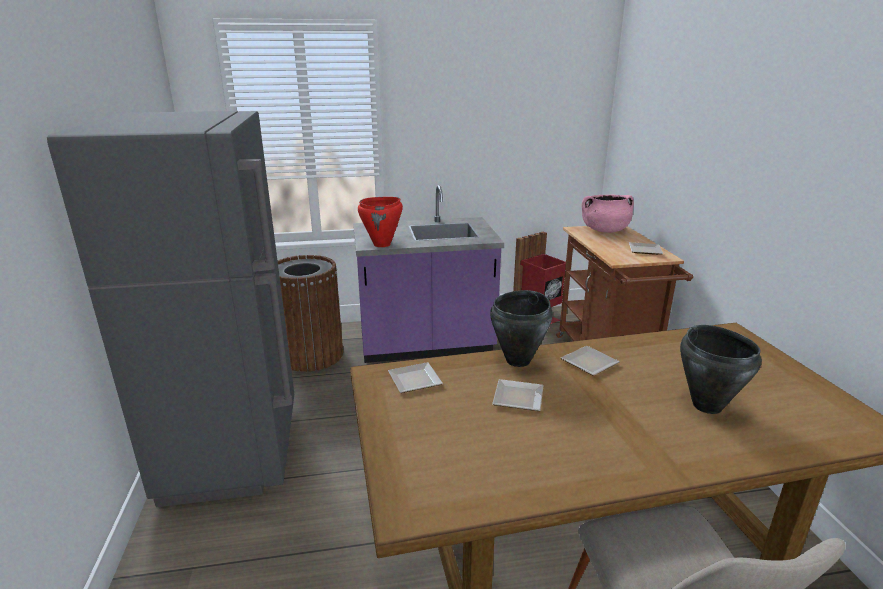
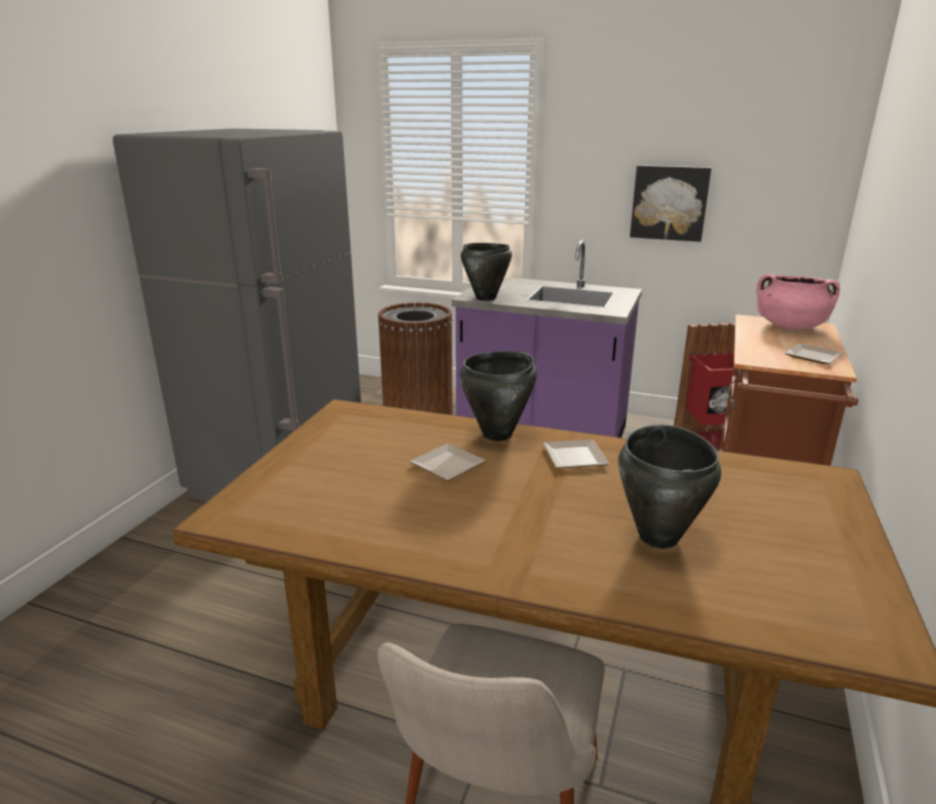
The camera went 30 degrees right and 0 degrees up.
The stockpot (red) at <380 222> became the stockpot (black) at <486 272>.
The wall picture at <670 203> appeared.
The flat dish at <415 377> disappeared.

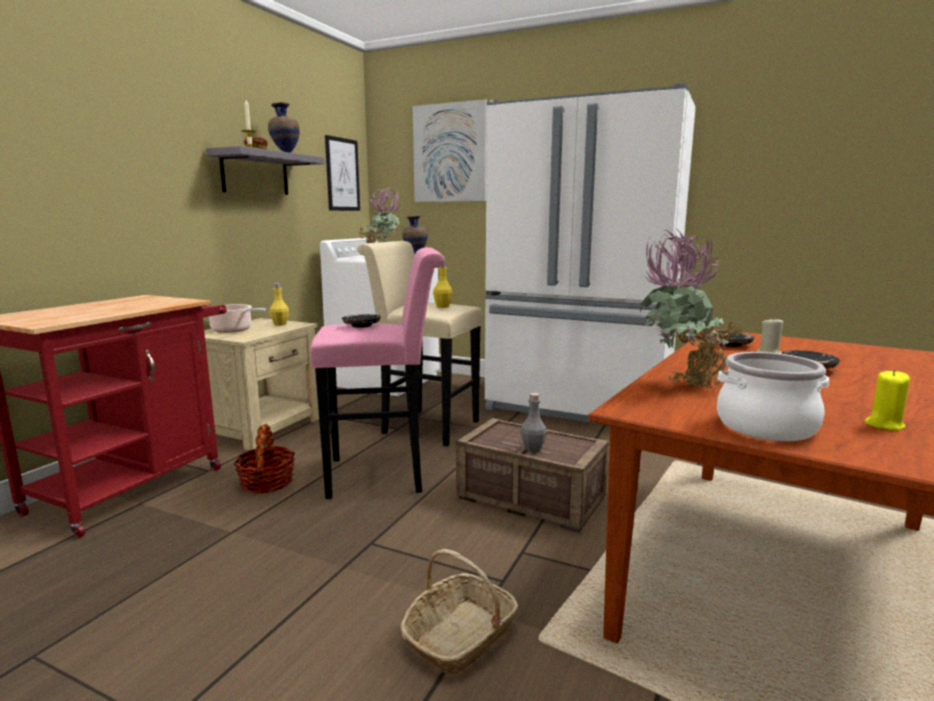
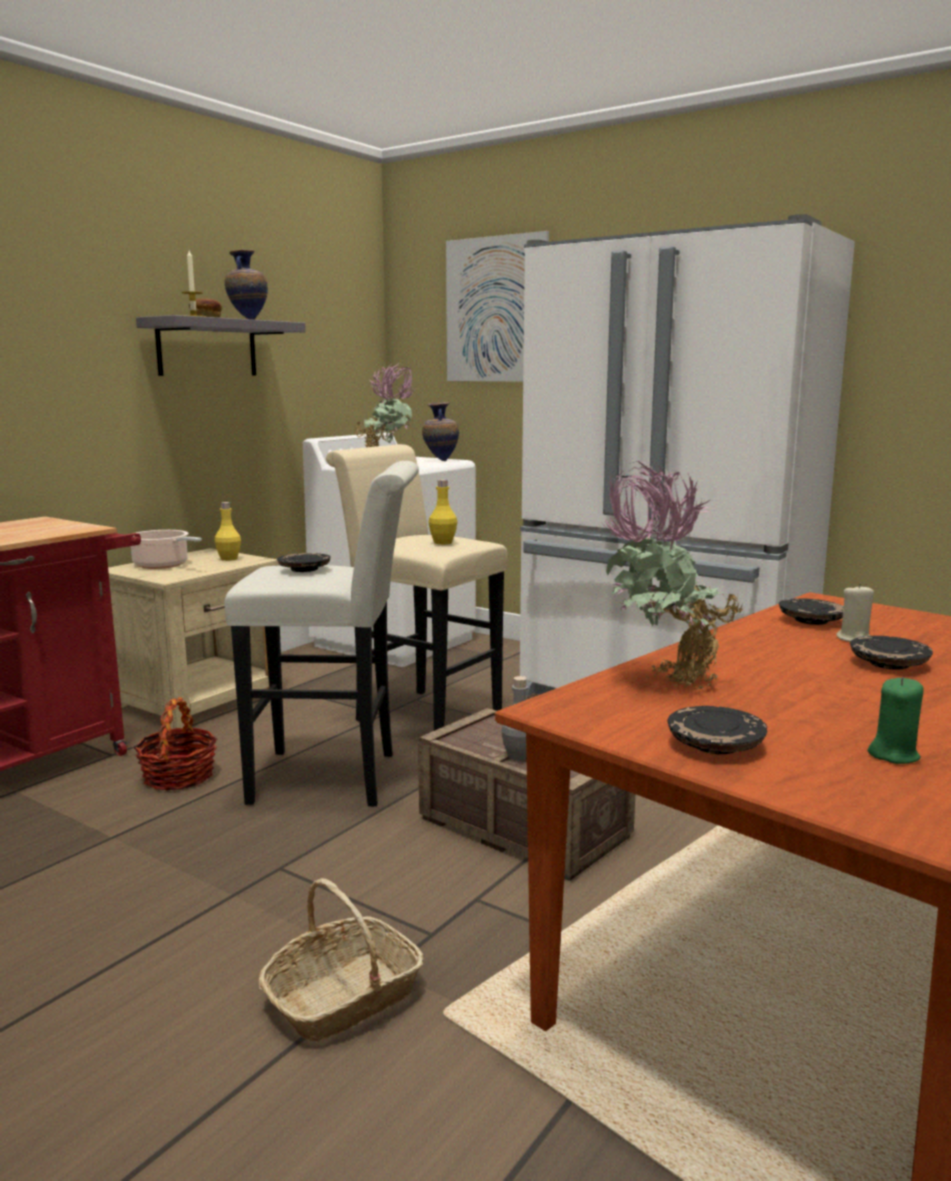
The camera went 10 degrees right and 0 degrees up.
The stool seat (pinkish) at <377 373> became the stool seat (white) at <321 634>.
The stockpot at <773 396> was replaced by the flat dish (black) at <717 730>.
The wax candle (yellowish) at <887 400> became the wax candle (green-coloured) at <895 720>.
The wall picture at <342 173> disappeared.

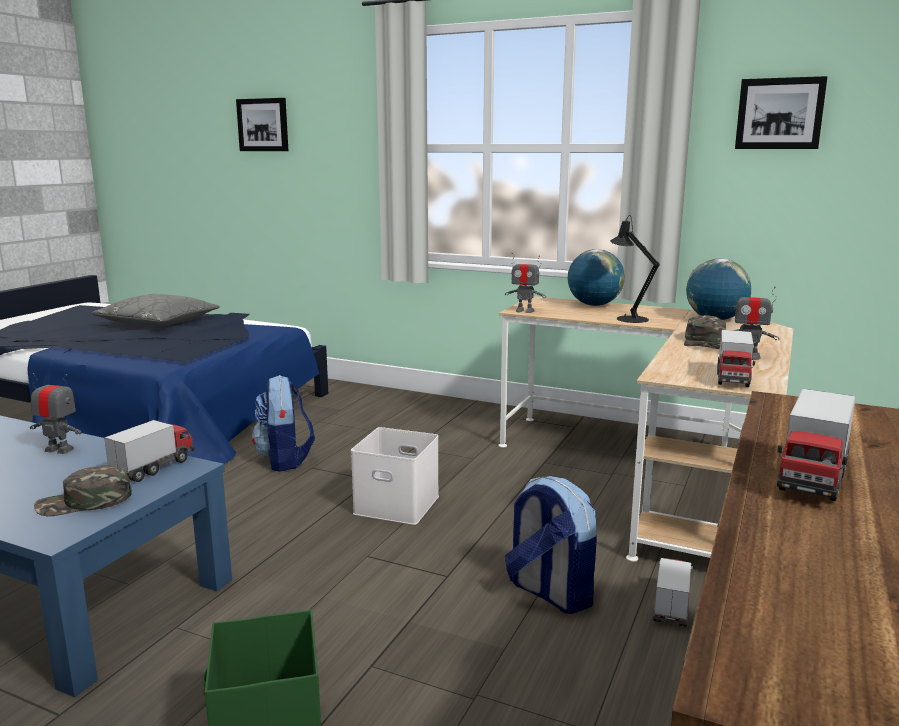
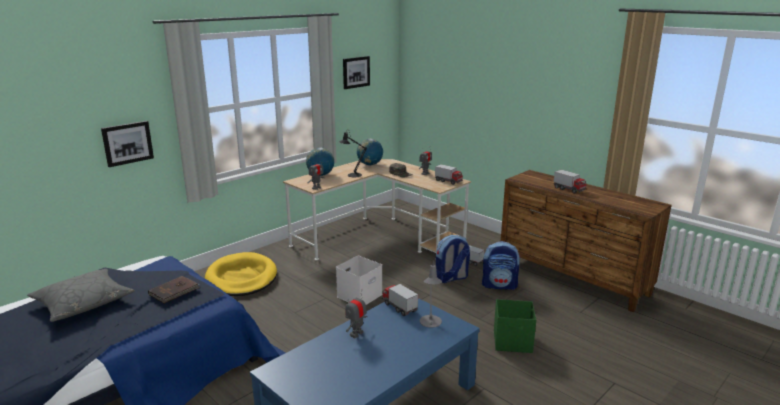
The camera went 70 degrees left and 5 degrees up.
The wall picture moved from <262 124> to <127 144>.
The volume (brownish) at <174 290> appeared.
The pet bed (yellowish) at <241 274> appeared.
The baseball cap (green-coloured) at <83 490> was replaced by the tabletop lamp (grey) at <431 296>.
The knapsack moved from <283 423> to <501 265>.

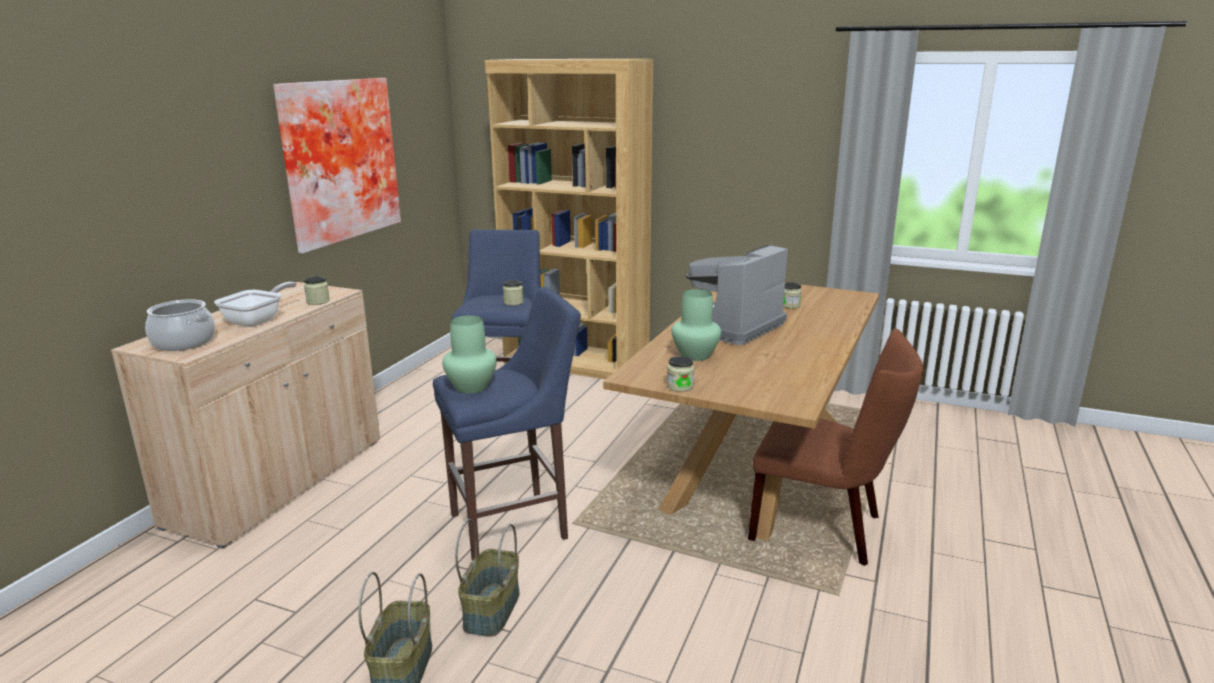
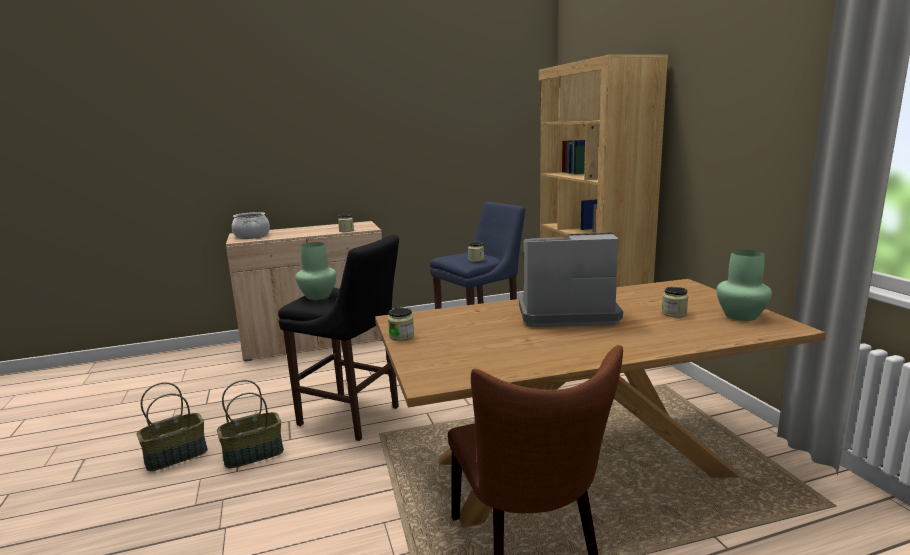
The camera went 50 degrees right and 5 degrees down.
The stool seat (blue-coloured) at <507 423> became the stool seat (black) at <338 338>.
The flower vase (green-coloured) moved from <696 325> to <744 285>.
The skillet at <255 304> disappeared.
The wall picture at <337 165> disappeared.

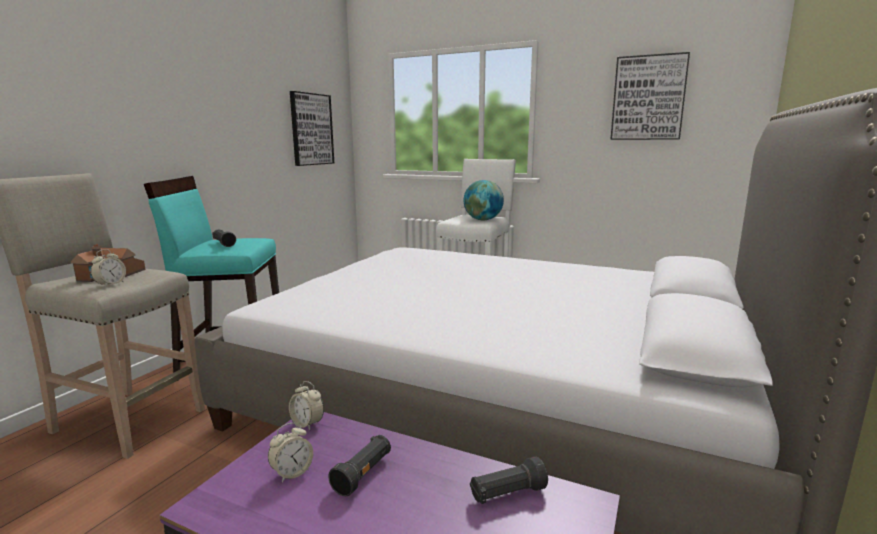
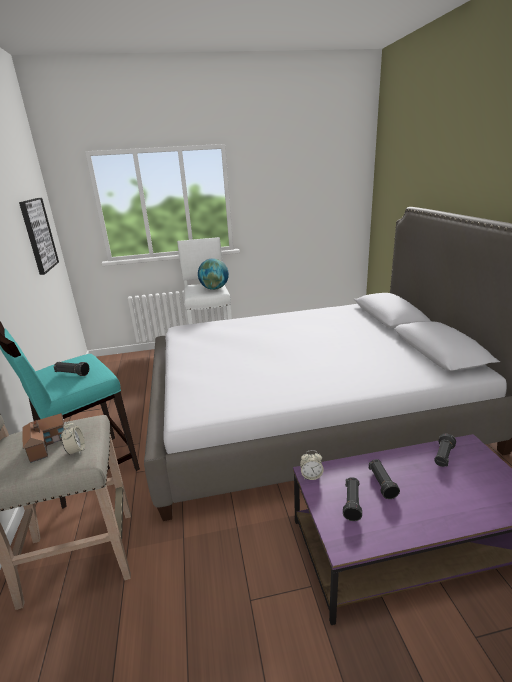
The camera went 35 degrees left and 10 degrees up.
The alarm clock at <290 452> was replaced by the torch (black) at <352 499>.
The wall picture at <650 96> disappeared.

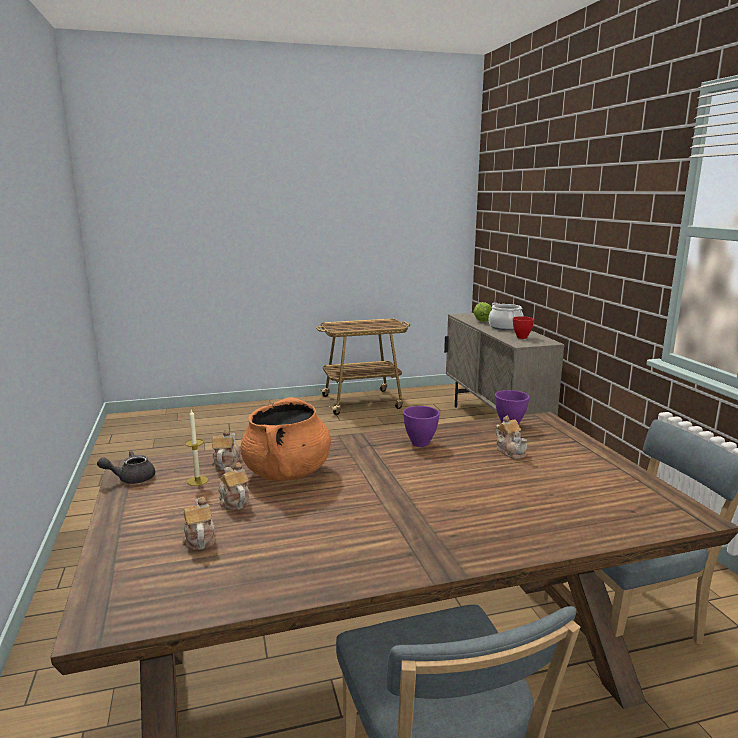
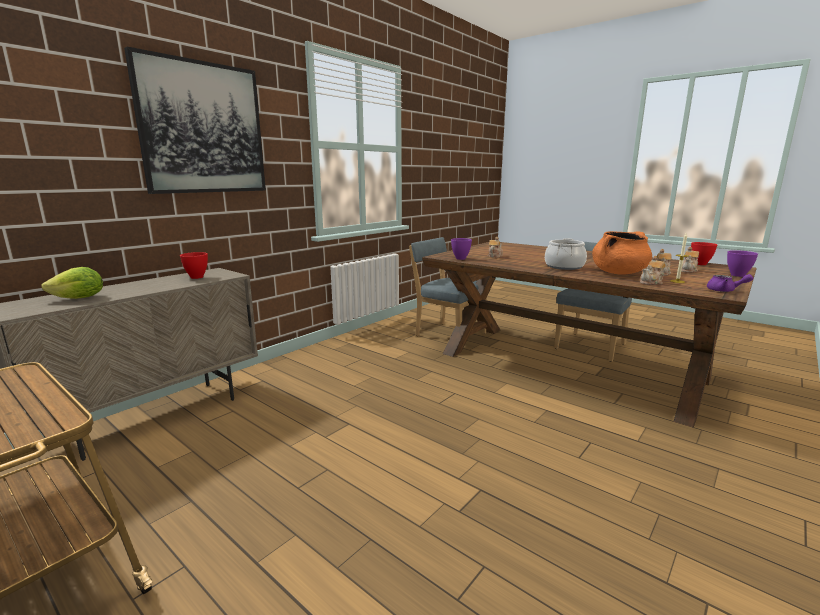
The camera went 125 degrees left and 0 degrees up.
The wall picture at <195 120> appeared.
The stockpot moved from <506 316> to <566 254>.
The deep dish (red) at <704 253> appeared.
The tea pot (grey) at <126 467> became the tea pot (purple-coloured) at <730 283>.
The deep dish (purple-coloured) moved from <421 426> to <742 263>.

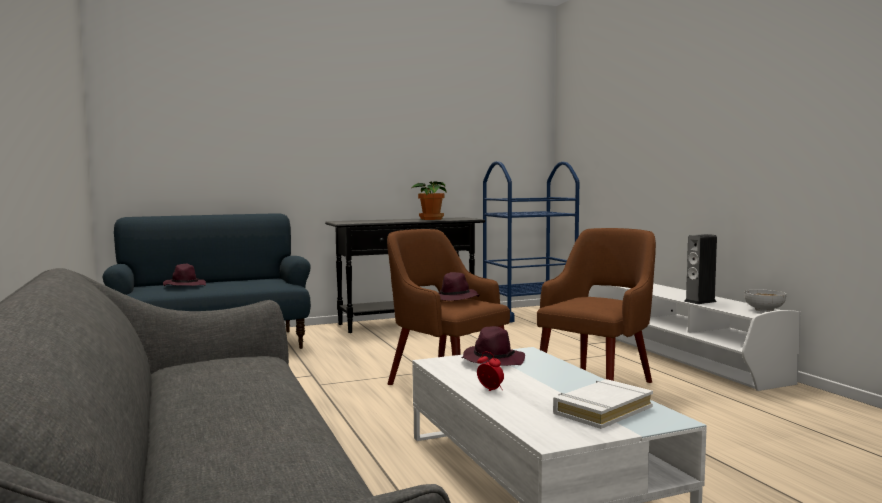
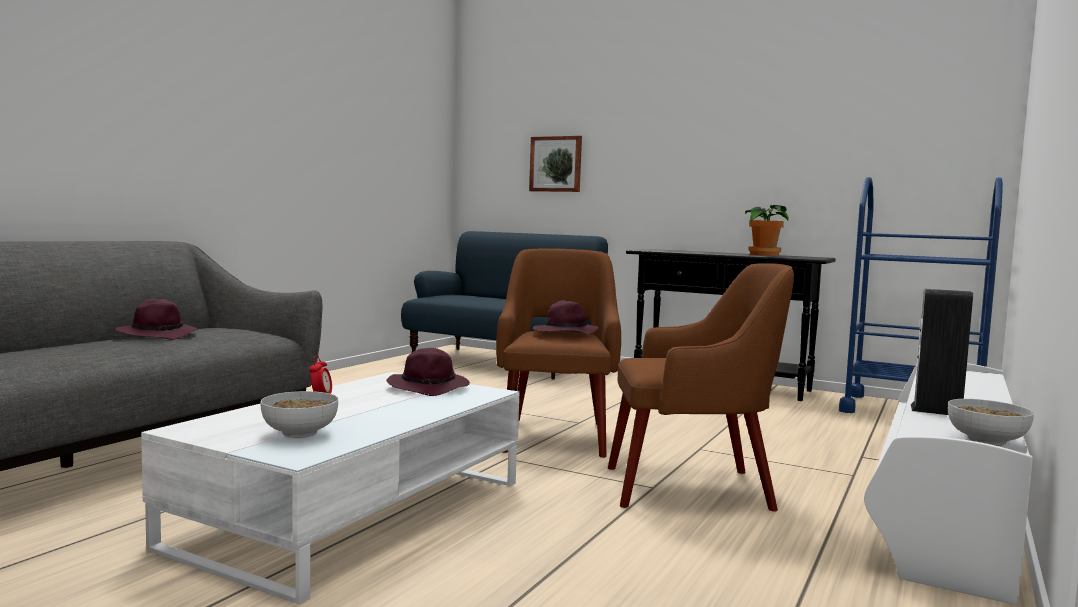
The camera went 50 degrees right and 0 degrees up.
The clothing hat (purple-coloured) moved from <184 275> to <157 319>.
The volume (white) at <603 404> was replaced by the deep dish at <299 414>.
The wall picture at <555 164> appeared.

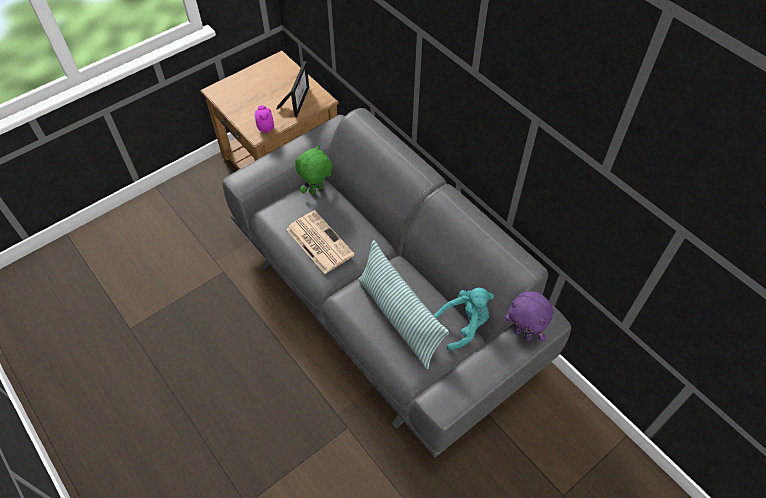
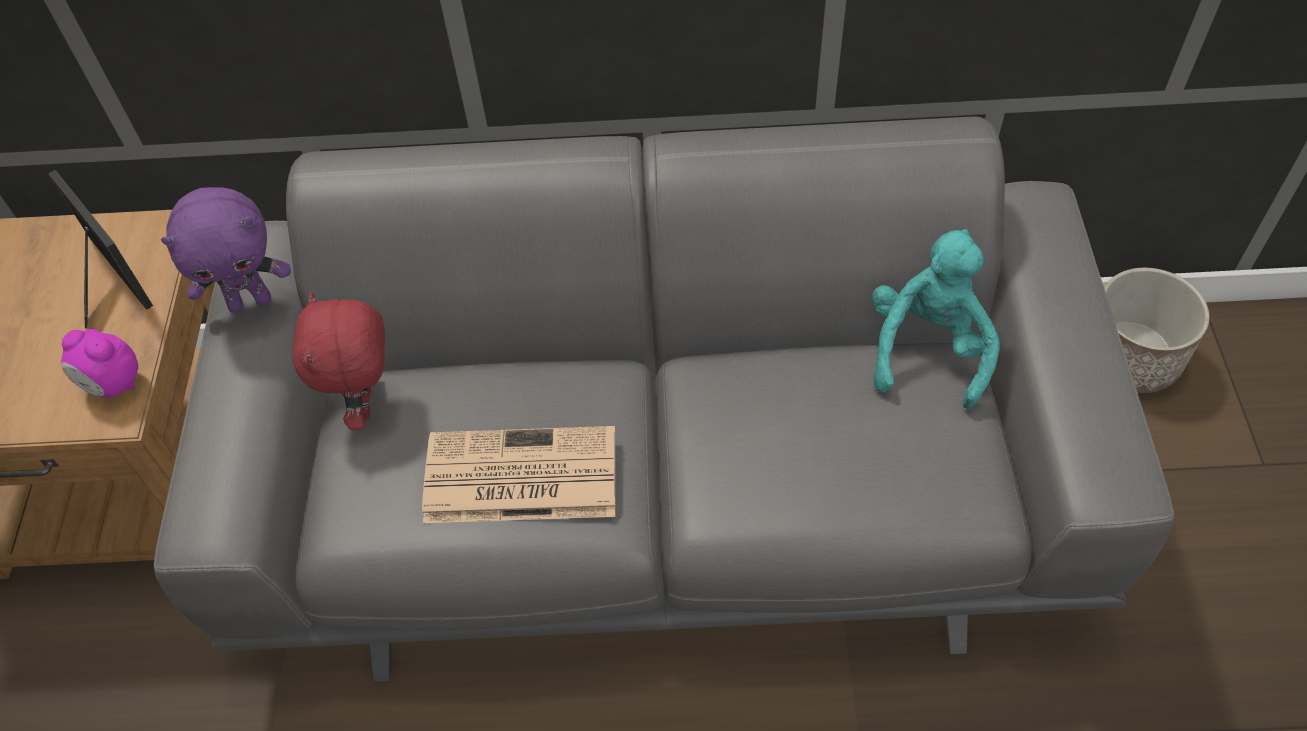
The camera went 50 degrees left and 0 degrees up.
The plush toy (purple-coloured) moved from <529 316> to <226 250>.
The plush toy (green-coloured) at <314 170> became the plush toy (red) at <338 361>.
The plant pot at <1157 330> appeared.
The throw pillow at <403 304> disappeared.

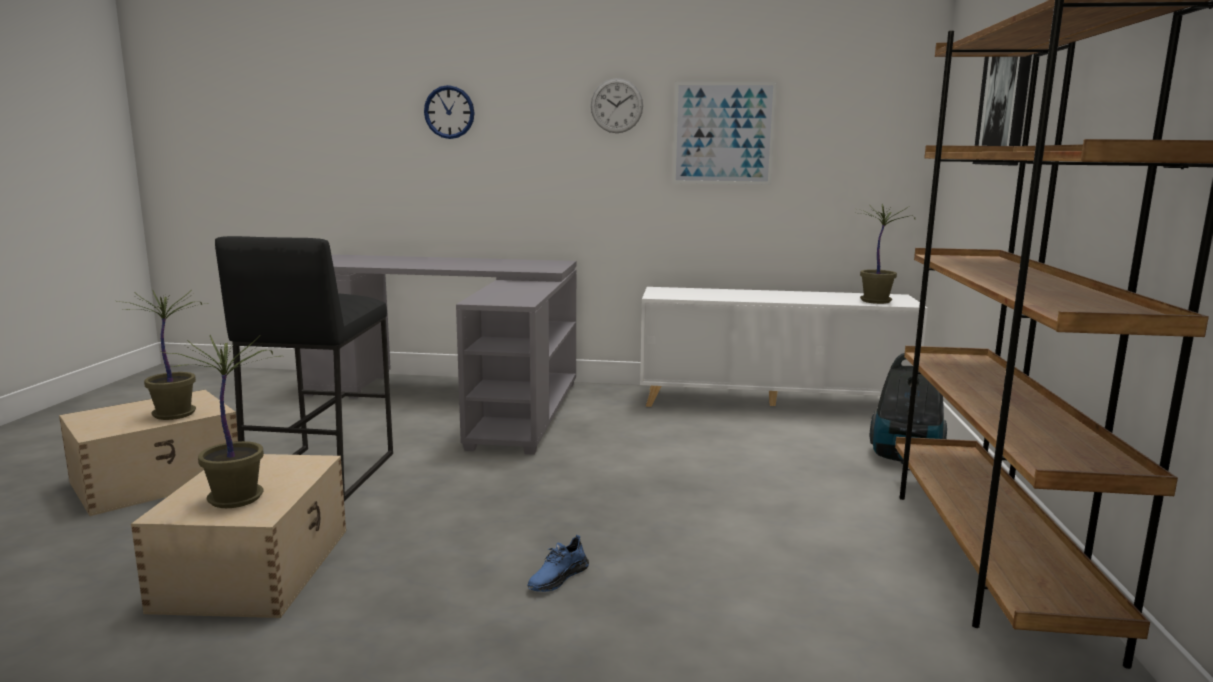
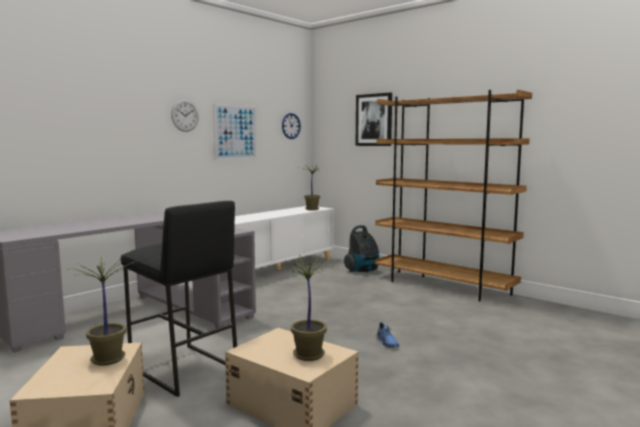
The camera went 55 degrees left and 5 degrees down.
The hanging clock moved from <449 112> to <291 126>.

